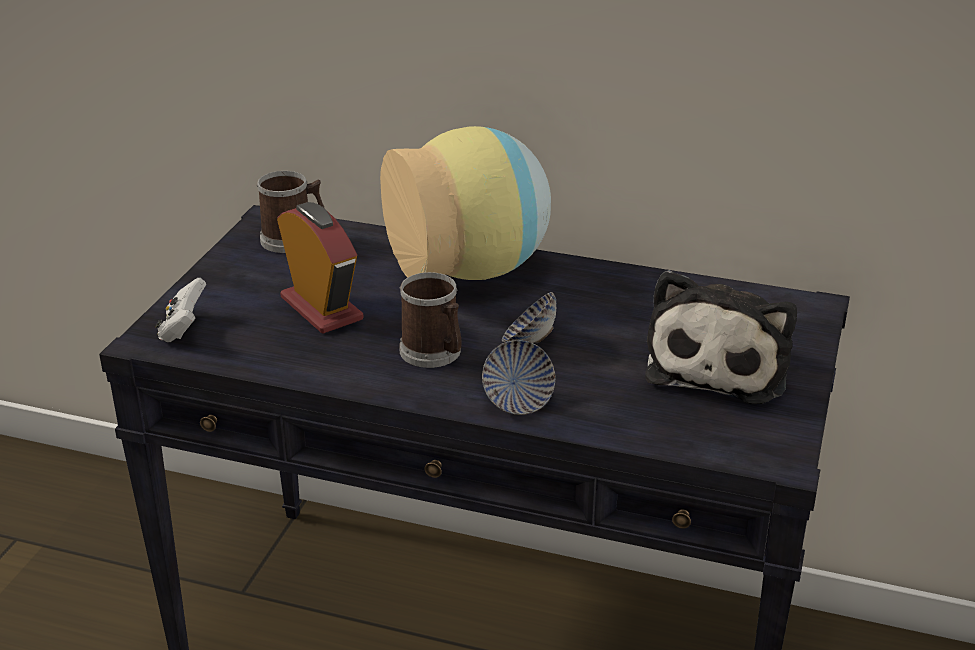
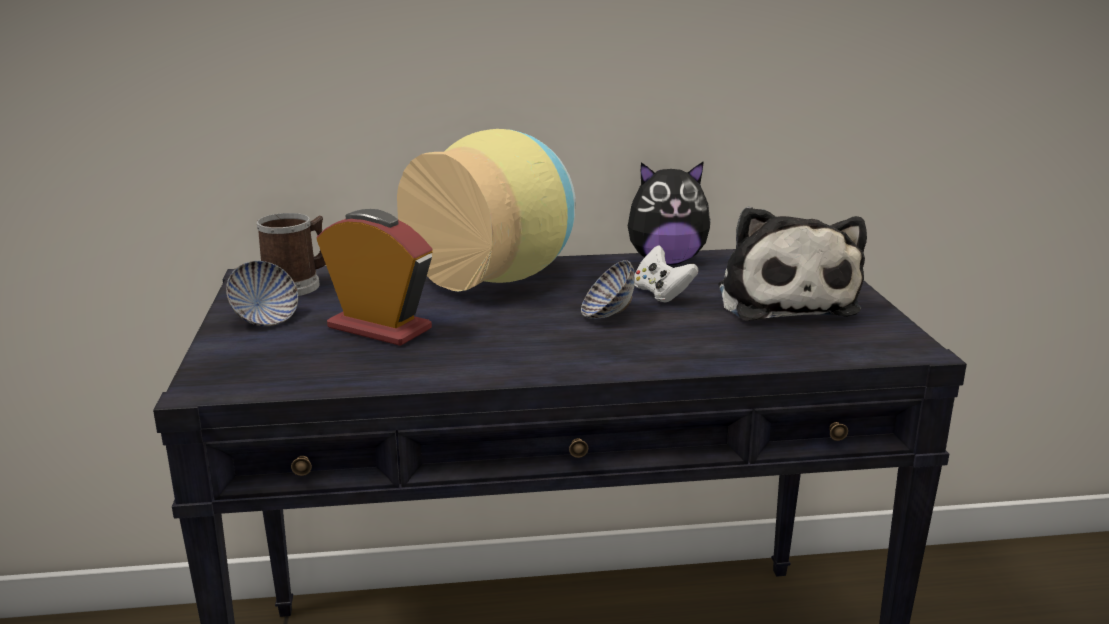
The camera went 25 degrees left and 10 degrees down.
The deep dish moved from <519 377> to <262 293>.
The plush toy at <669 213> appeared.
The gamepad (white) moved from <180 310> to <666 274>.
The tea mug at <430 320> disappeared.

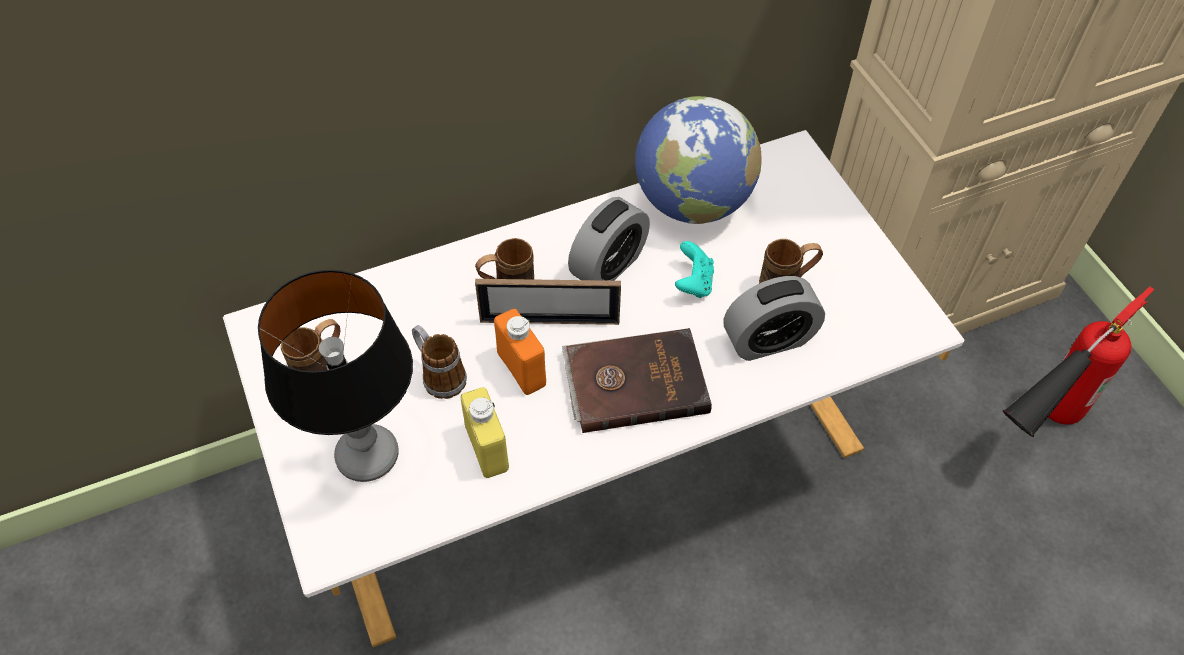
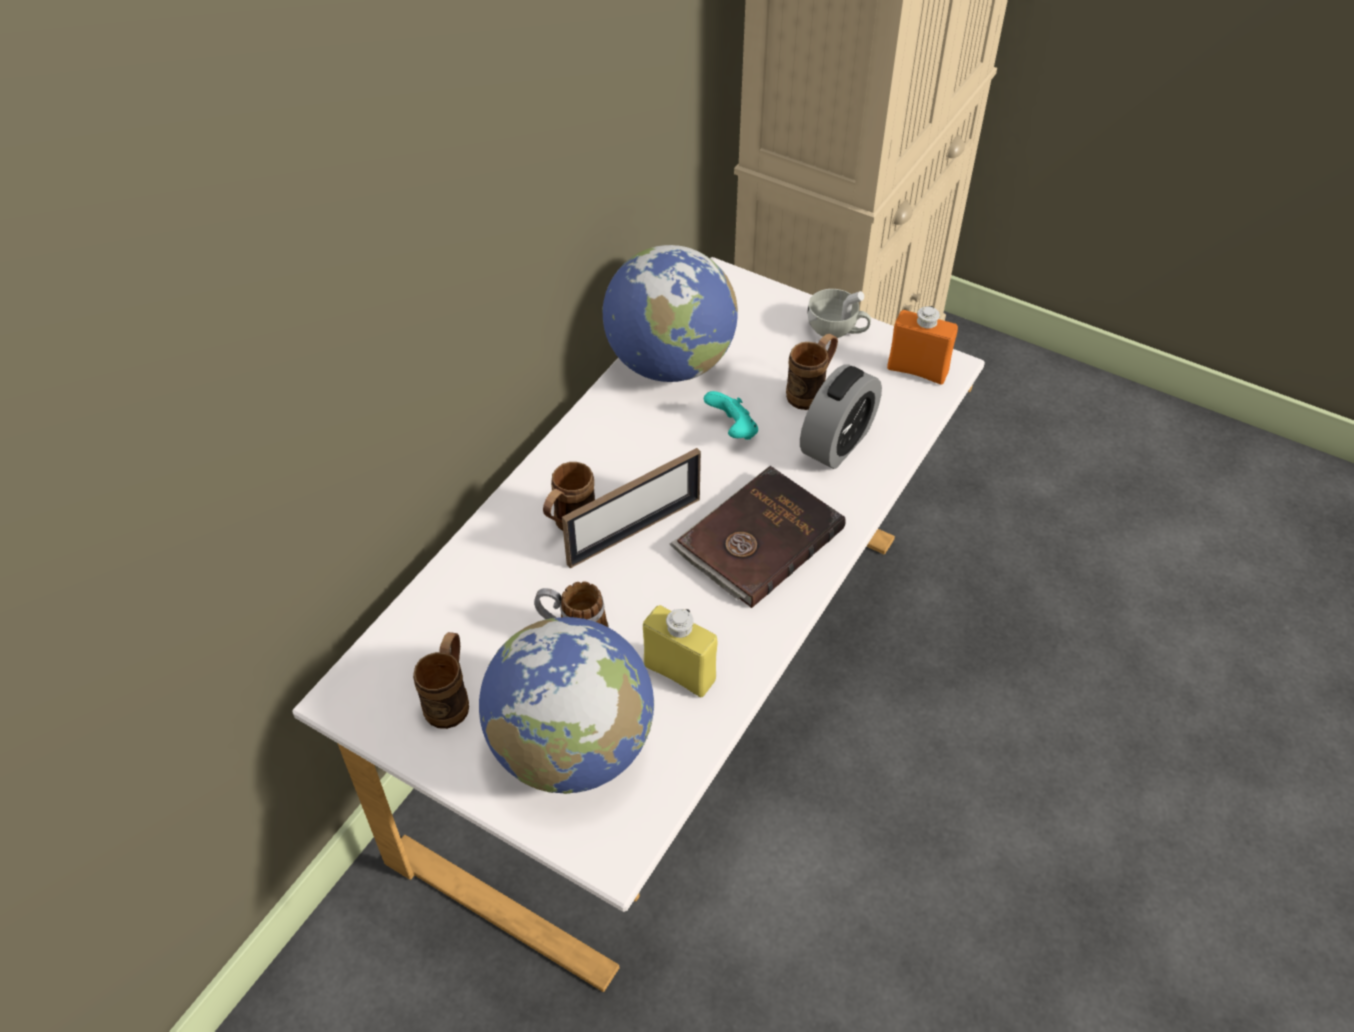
The camera went 35 degrees left and 5 degrees down.
The tabletop lamp at <335 376> was replaced by the desk globe at <566 705>.
The small cup (white) at <839 313> appeared.
The beverage bottle (orange) moved from <520 352> to <922 345>.
The alarm clock at <609 239> disappeared.
The fire extinguisher at <1078 361> disappeared.

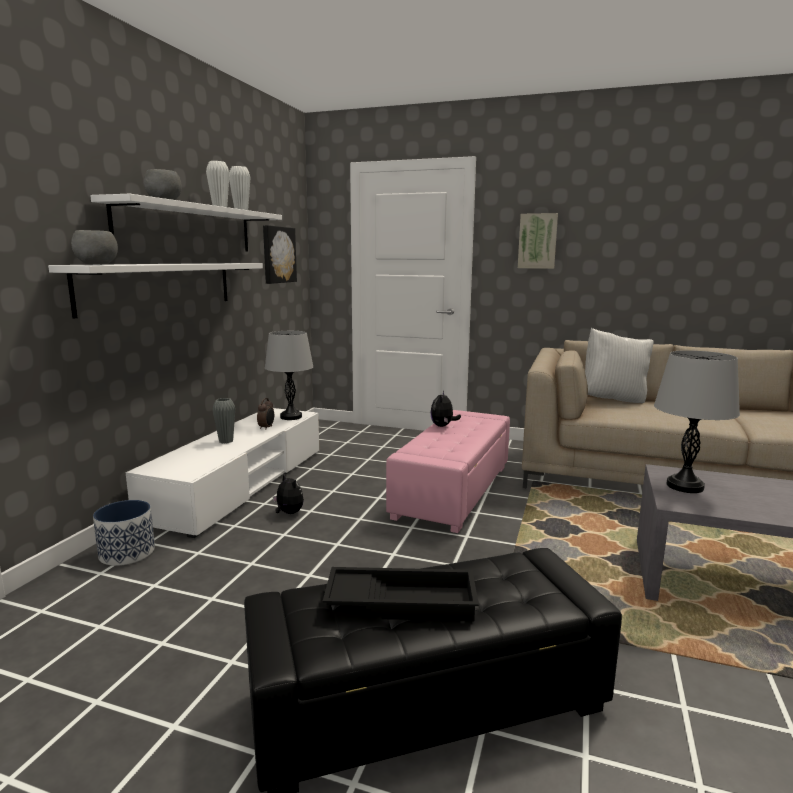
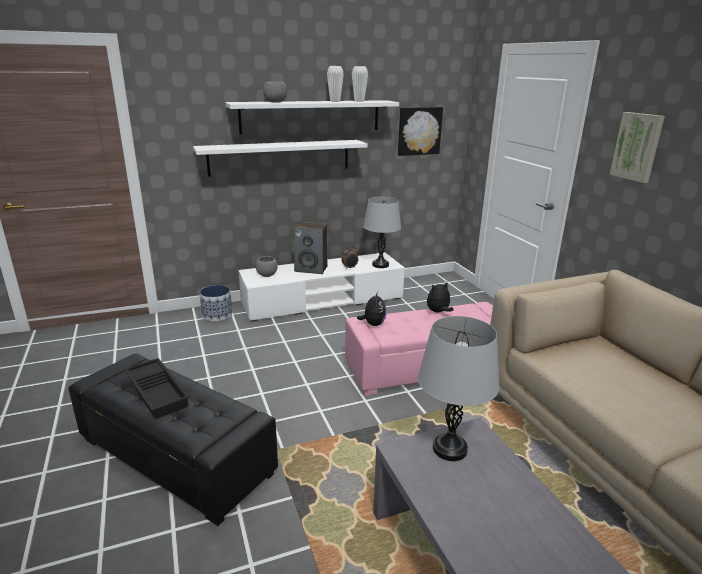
The camera went 50 degrees right and 10 degrees up.
The deep dish (grey) moved from <94 247> to <267 266>.
The flower vase (grey) at <223 421> was replaced by the audio speaker at <310 248>.
The plush toy moved from <288 494> to <371 308>.
The throw pillow (white) at <619 365> disappeared.

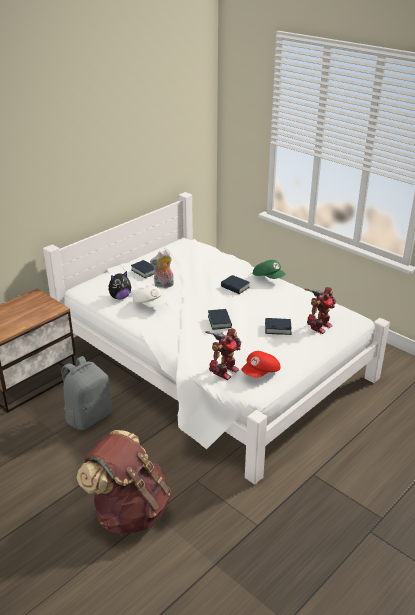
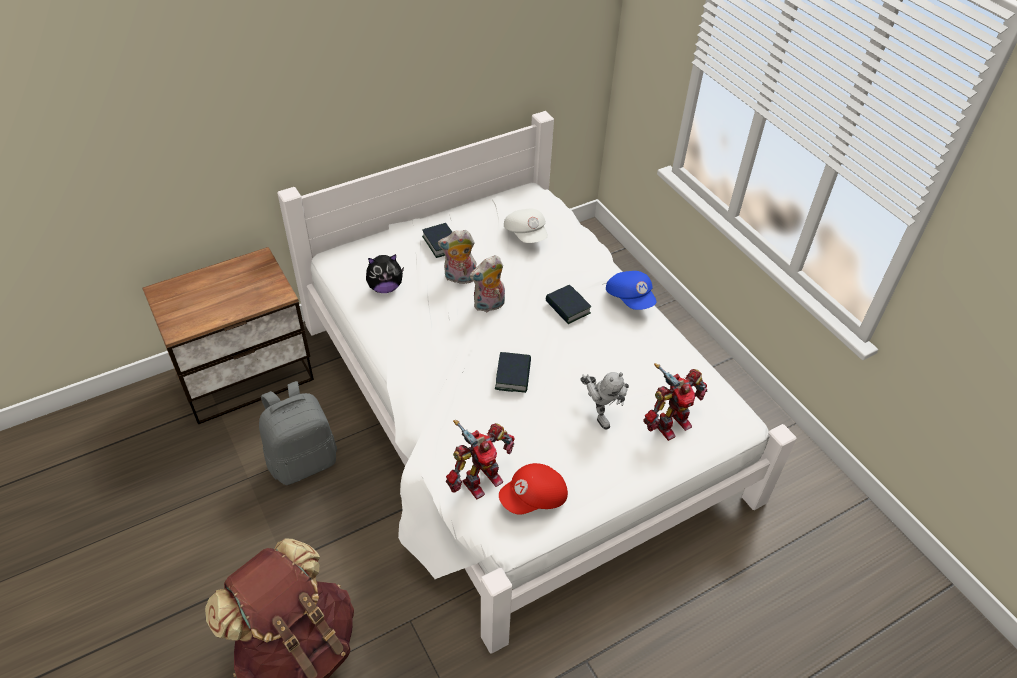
The camera went 15 degrees right and 15 degrees up.
The plush toy at <487 284> appeared.
The baseball cap (white) moved from <149 296> to <526 226>.
The volume at <278 326> was replaced by the model robot at <604 400>.
The baseball cap (green-coloured) at <269 269> became the baseball cap (blue-coloured) at <631 290>.

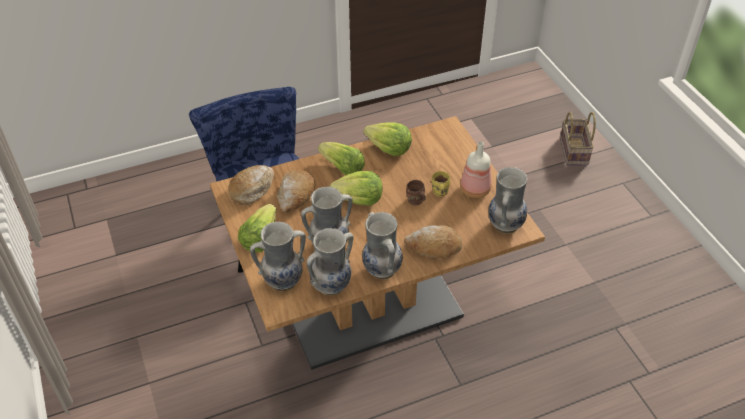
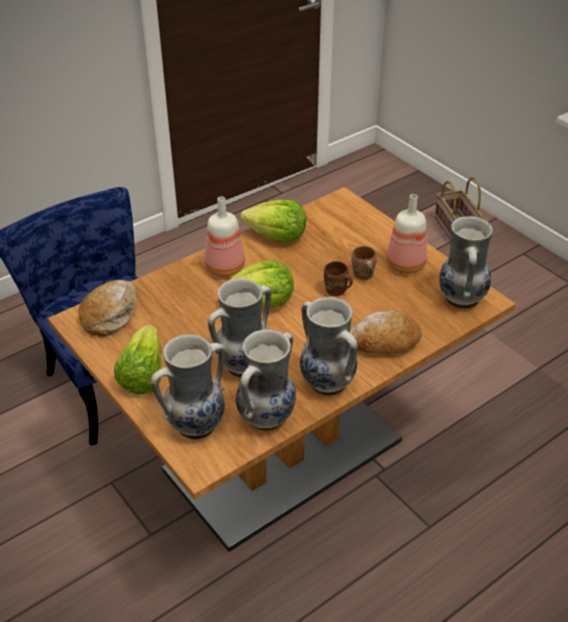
The camera went 15 degrees left and 5 degrees down.
The lettuce head at <341 158> was replaced by the beverage bottle at <224 236>.
The tea mug (yellowish) at <440 184> became the tea mug (brownish) at <364 263>.
The baked bread at <296 191> disappeared.

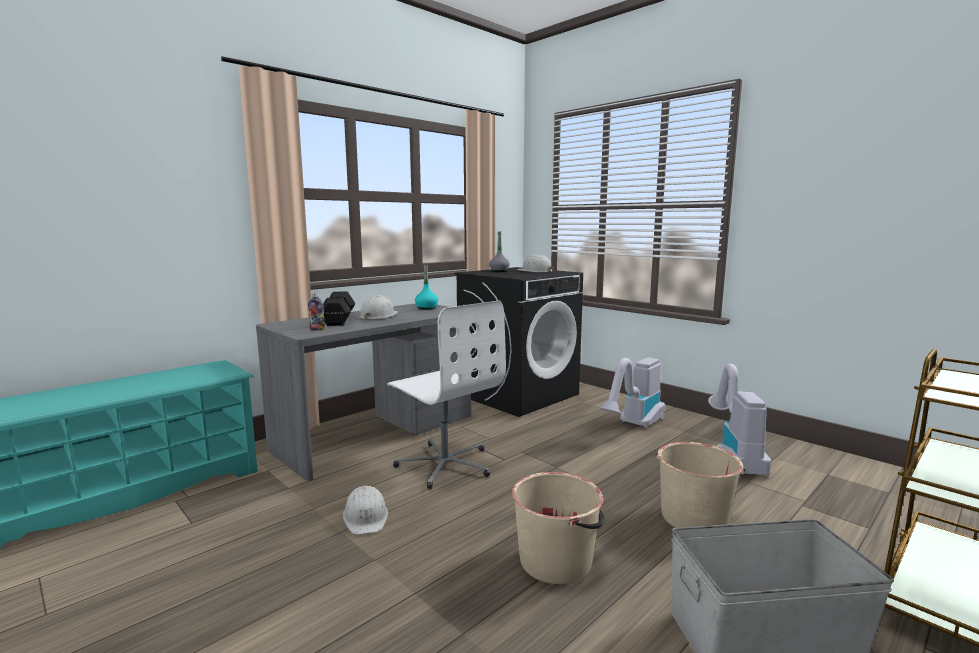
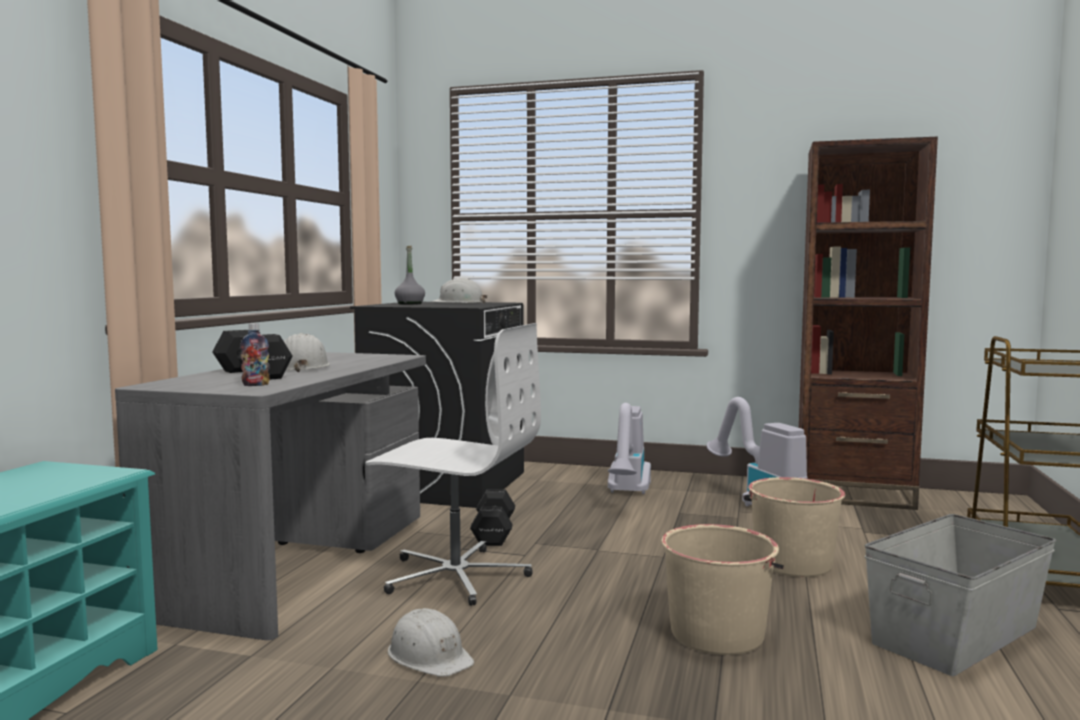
The camera went 30 degrees left and 5 degrees down.
The hand weight (black) at <492 517> appeared.
The bookcase (brownish) at <868 323> appeared.
The beverage bottle (turquoise) at <426 286> disappeared.

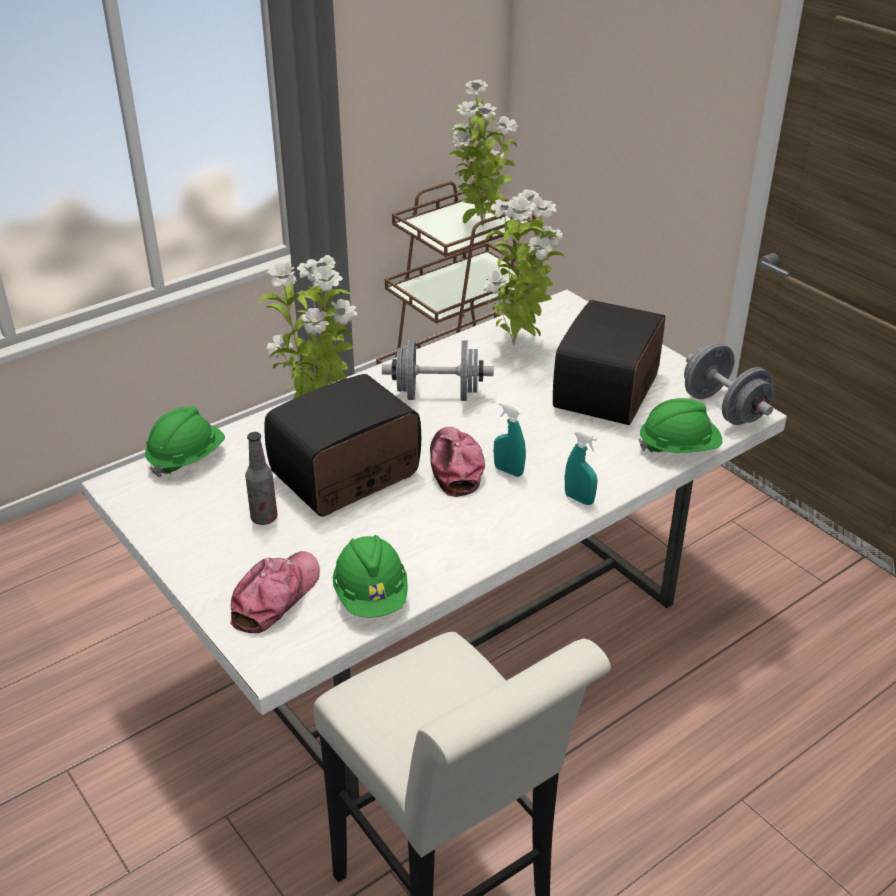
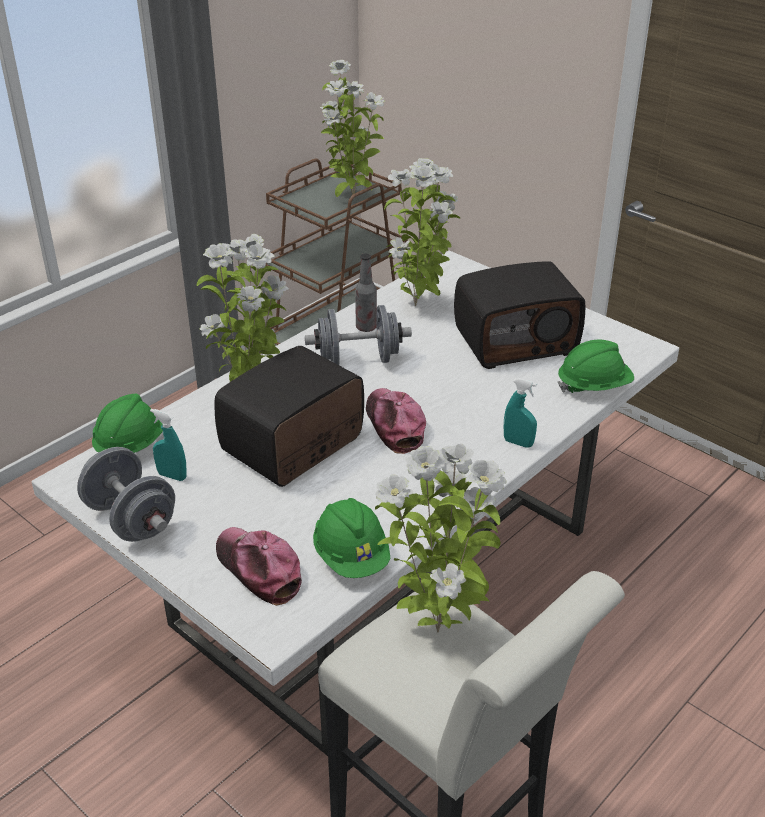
The camera went 10 degrees left and 0 degrees up.
The hand weight (grey) moved from <729 384> to <126 494>.
The hand sprayer (turquoise) moved from <510 439> to <168 445>.
The baseball cap at <275 592> turned 60 degrees counterclockwise.
The beverage bottle moved from <261 478> to <366 292>.
The plant in a pot at <441 538> appeared.
The radio at <609 362> turned 120 degrees counterclockwise.

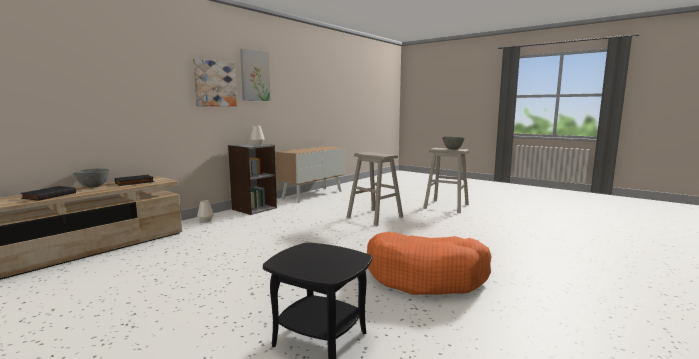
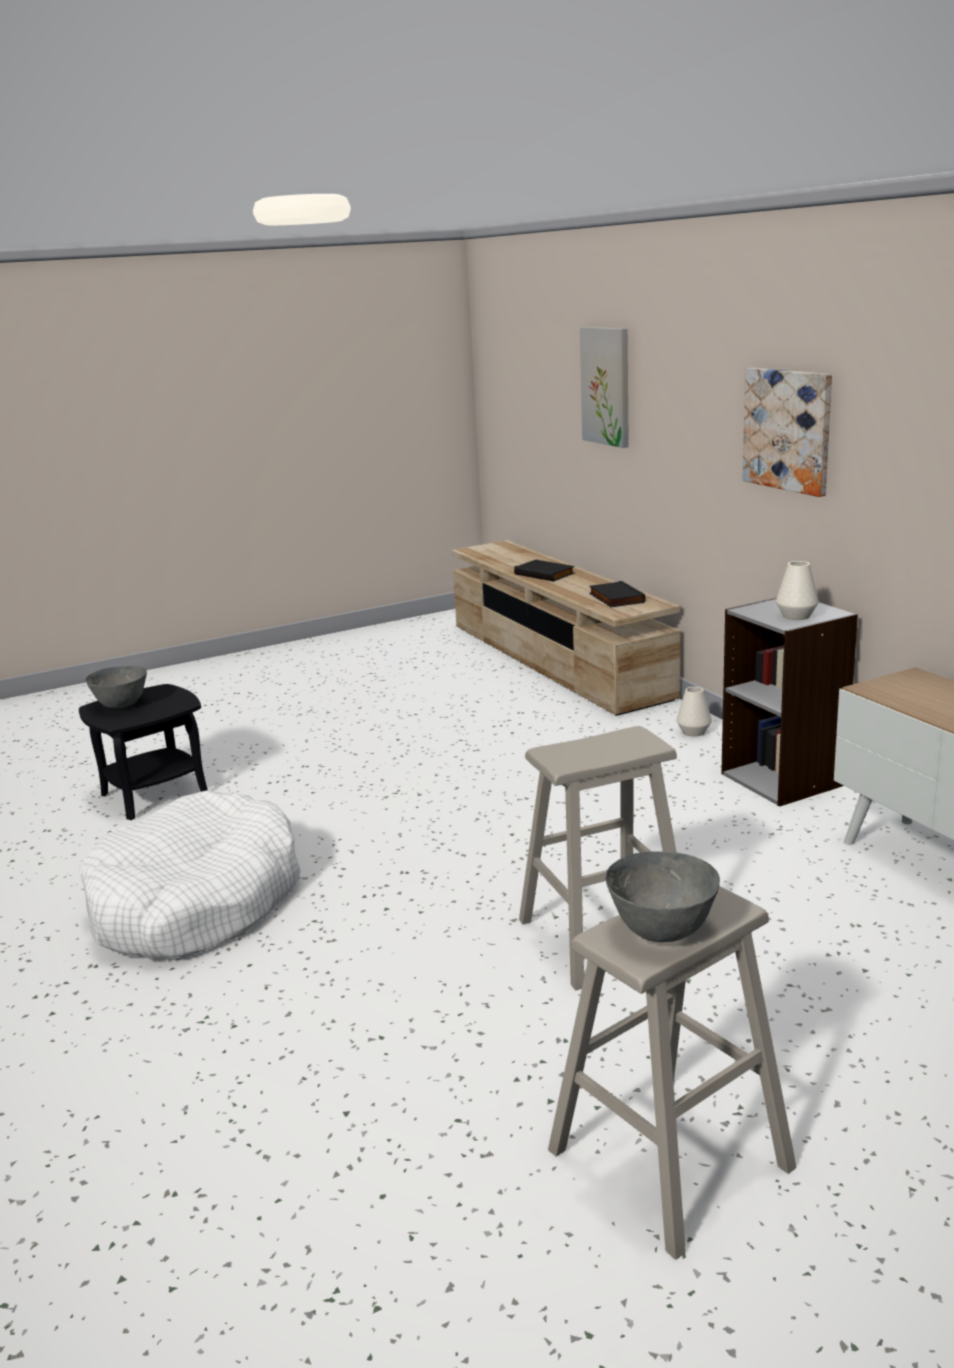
The camera went 115 degrees right and 10 degrees up.
The pet bed (orange) at <429 263> became the pet bed (white) at <190 874>.
The deep dish (grey) moved from <91 178> to <116 687>.
The wall picture moved from <255 75> to <604 387>.

